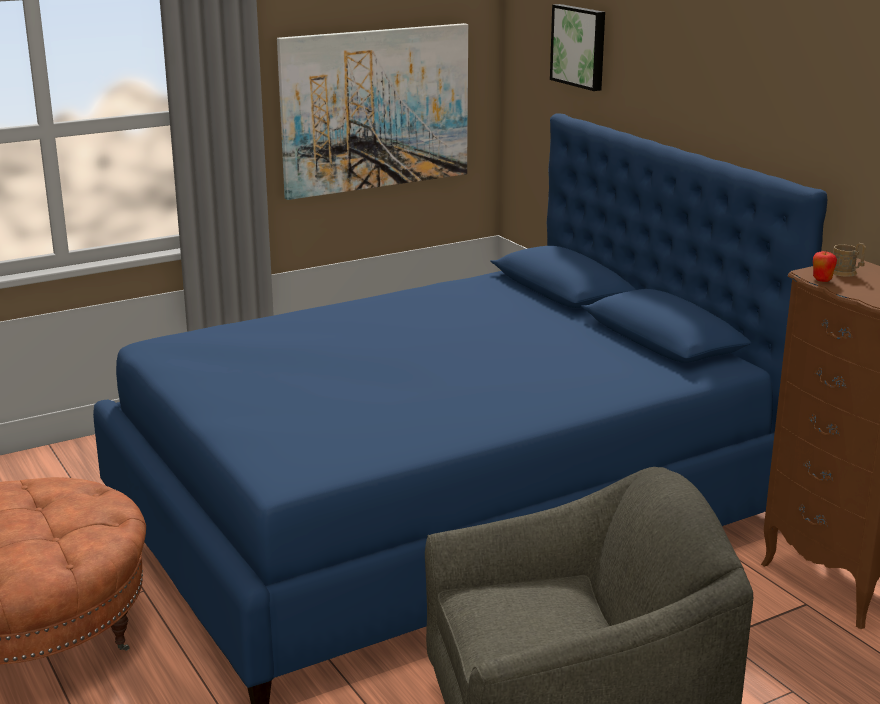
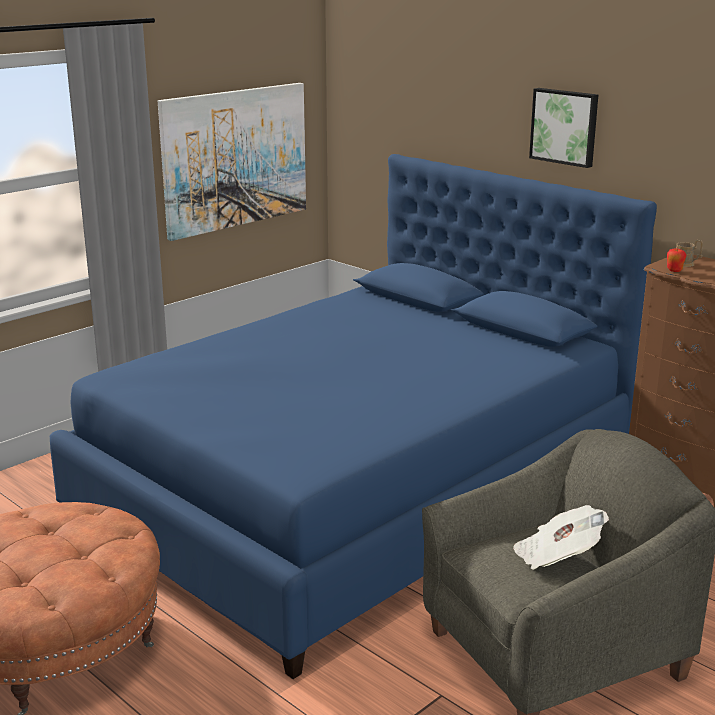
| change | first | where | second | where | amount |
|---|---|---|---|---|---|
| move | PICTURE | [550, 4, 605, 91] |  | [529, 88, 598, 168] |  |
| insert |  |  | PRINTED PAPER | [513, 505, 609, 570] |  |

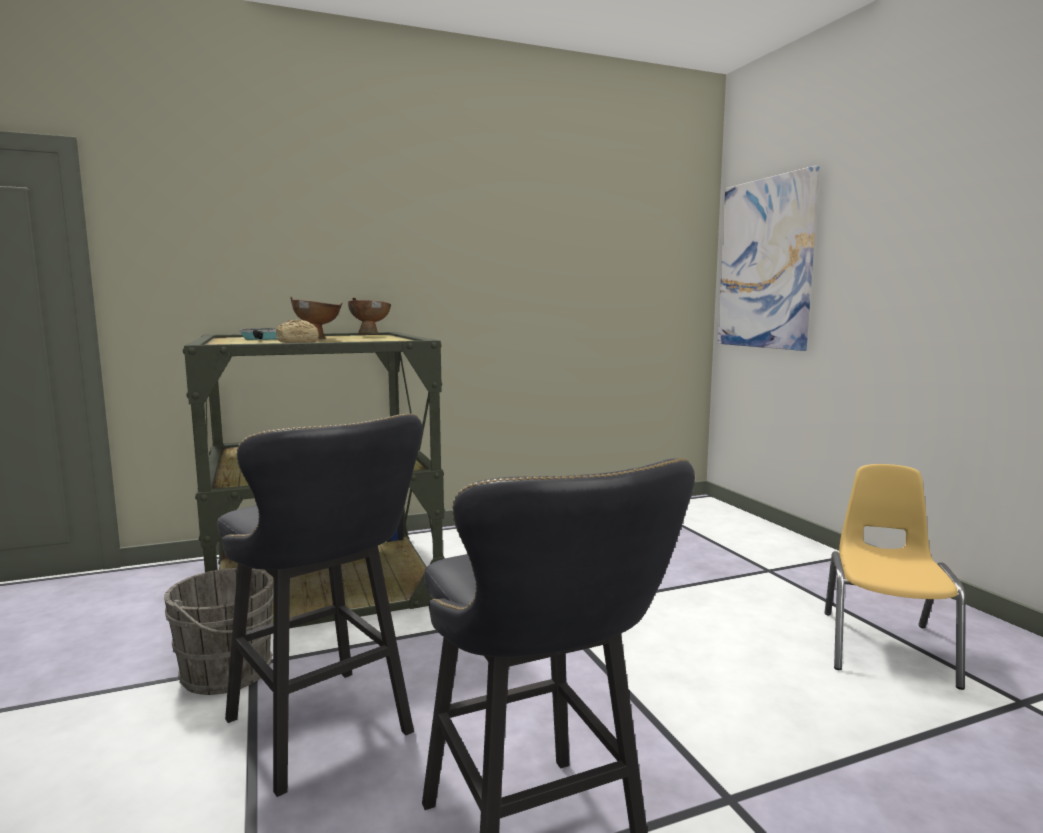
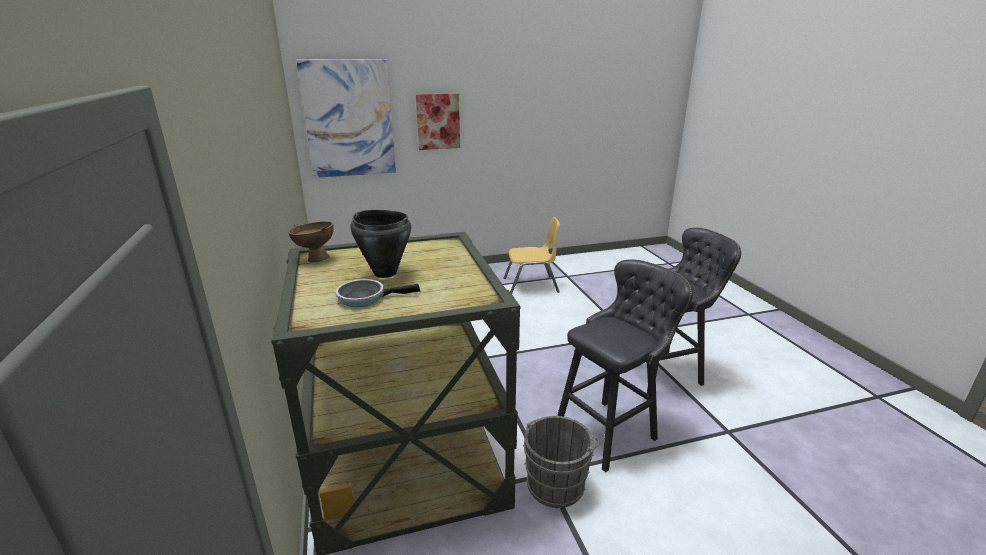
| change | first | where | second | where | amount |
|---|---|---|---|---|---|
| replace | BROWN SERVING BOWL | [290, 297, 343, 339] | BLACKISH STOCKPOT | [350, 210, 411, 278] |  |
| delete | BAKERY BREAD | [276, 319, 318, 343] |  |  |  |
| rotate | YELLOWISH PLAIN CHAIR | [824, 464, 965, 690] |  | [504, 217, 560, 294] | 150 degrees clockwise |
| insert |  |  | PICTURE | [416, 93, 460, 150] |  |

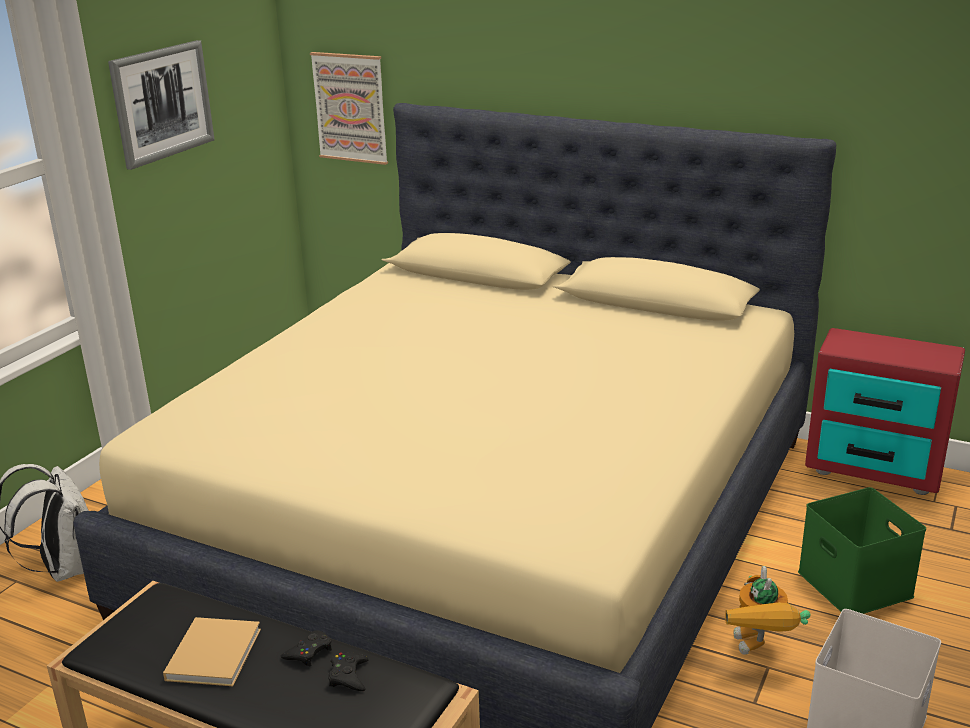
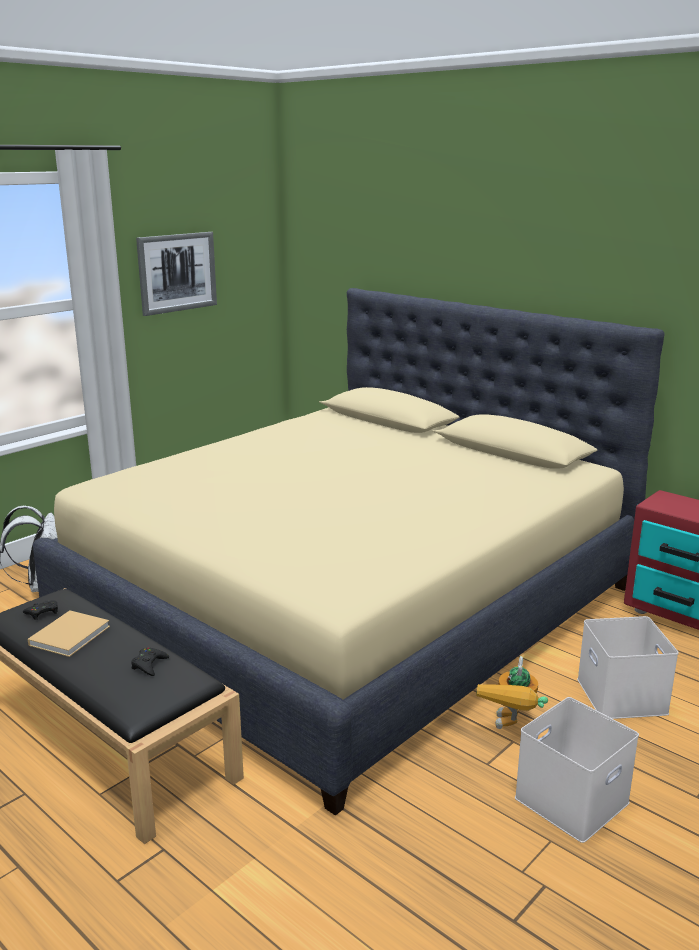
| change | first | where | second | where | amount |
|---|---|---|---|---|---|
| delete | PICTURE | [310, 52, 388, 165] |  |  |  |
| recolor | GREEN-COLOURED STORAGE BIN | [798, 487, 926, 614] | WHITE STORAGE BIN | [577, 616, 679, 719] |  |
| move | BLACKISH GAME CONTROLLER | [281, 630, 332, 666] |  | [23, 600, 58, 620] |  |

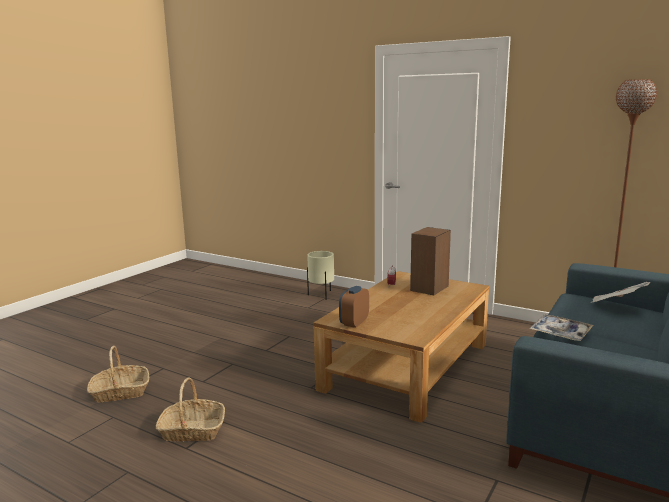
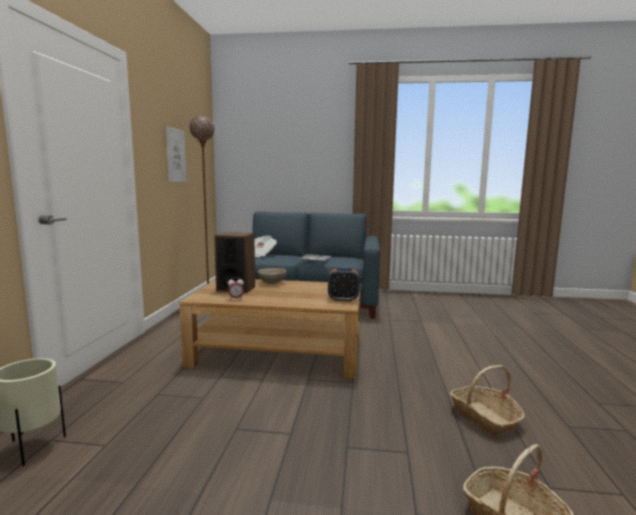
| change | first | where | second | where | amount |
|---|---|---|---|---|---|
| insert |  |  | PICTURE | [166, 126, 186, 182] |  |
| insert |  |  | BEIGE SERVING BOWL | [258, 268, 287, 284] |  |

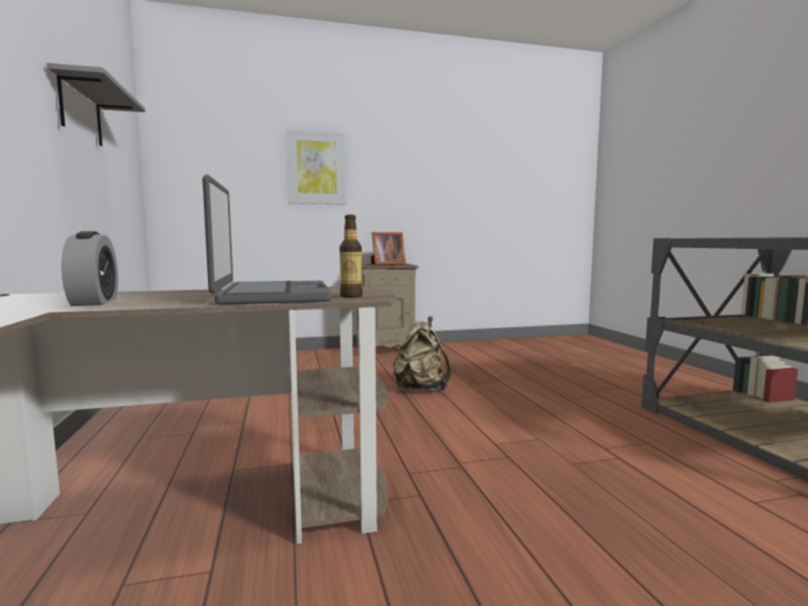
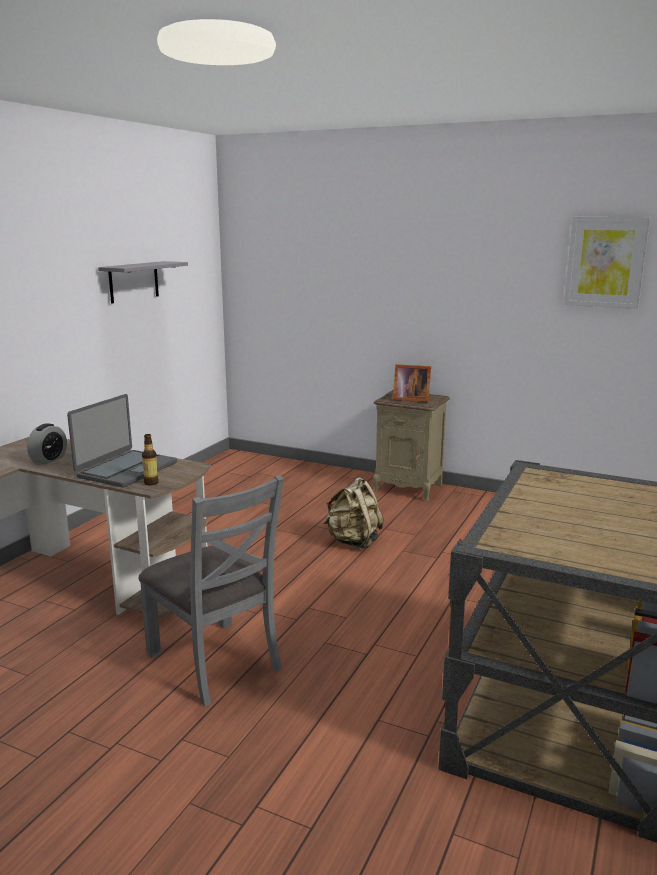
| change | first | where | second | where | amount |
|---|---|---|---|---|---|
| move | PICTURE | [286, 129, 347, 204] |  | [564, 217, 650, 309] |  |
| insert |  |  | GREYISH PLAIN CHAIR | [138, 475, 284, 706] |  |

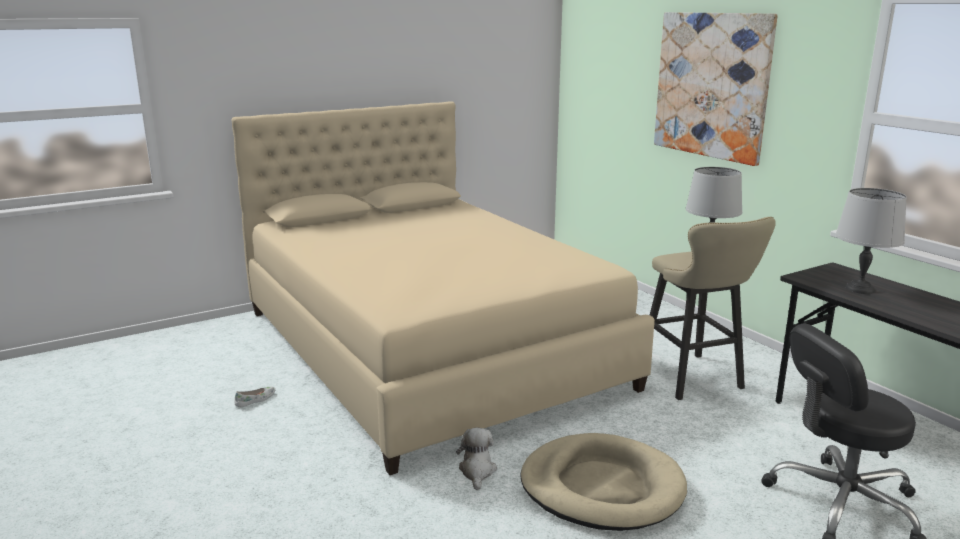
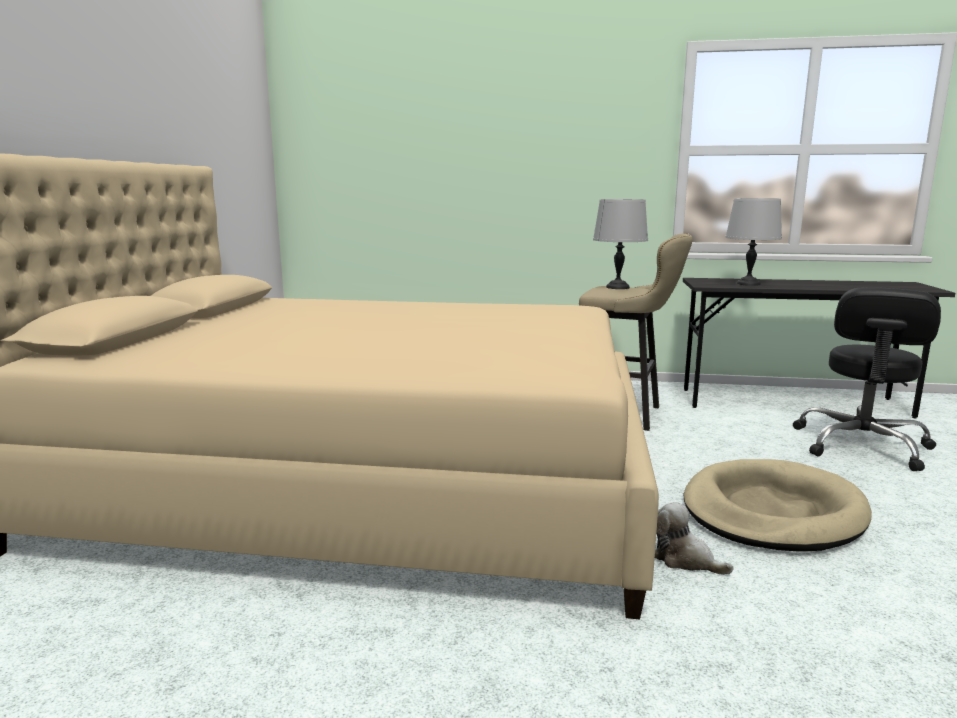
| change | first | where | second | where | amount |
|---|---|---|---|---|---|
| delete | PICTURE | [654, 12, 778, 166] |  |  |  |
| delete | WHITE SHOE | [234, 387, 275, 407] |  |  |  |

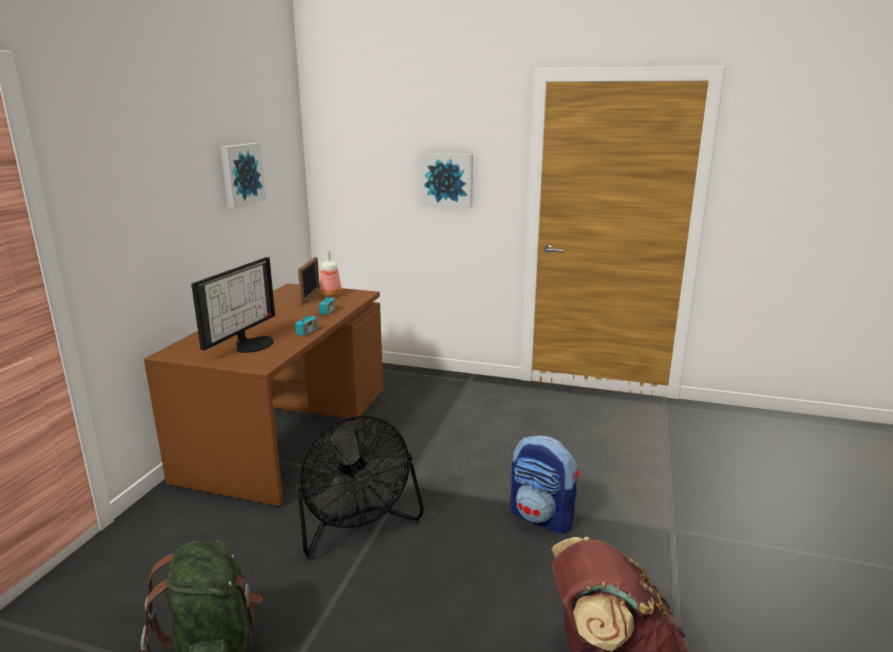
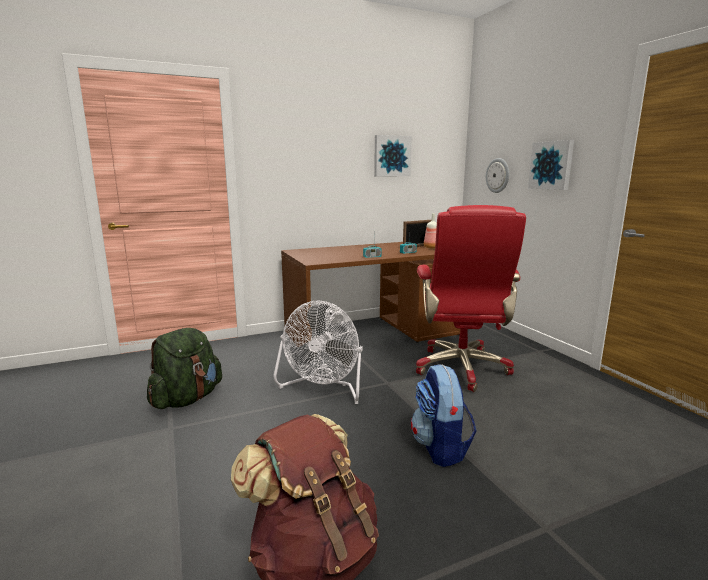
| change | first | where | second | where | amount |
|---|---|---|---|---|---|
| delete | COMPUTER DISPLAY | [191, 257, 275, 353] |  |  |  |
| recolor | BLACKISH FAN | [296, 416, 424, 560] | WHITE FAN | [274, 301, 363, 404] |  |
| insert |  |  | WALL CLOCK | [486, 158, 509, 193] |  |
| insert |  |  | RED COMPUTER CHAIR | [416, 205, 526, 392] |  |

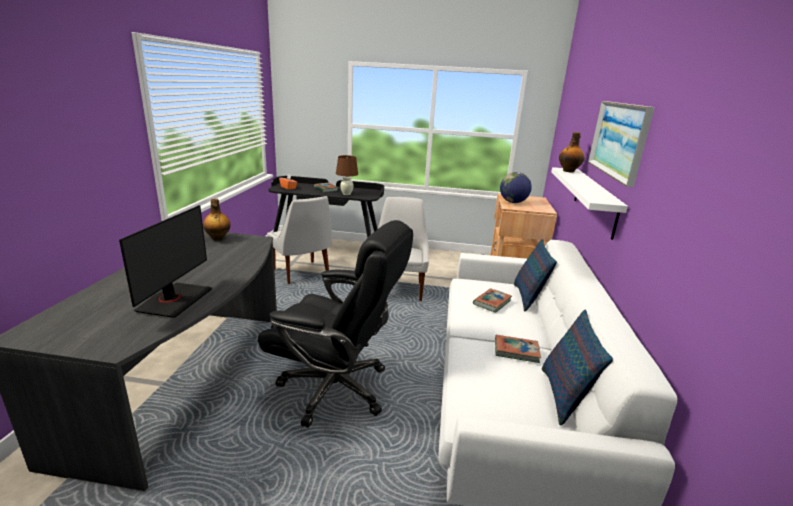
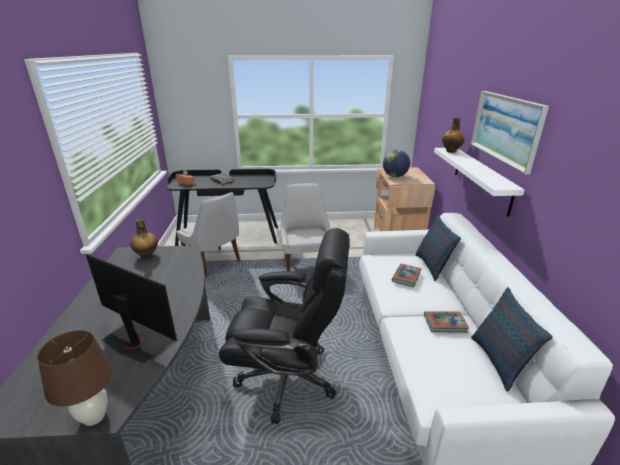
| change | first | where | second | where | amount |
|---|---|---|---|---|---|
| move | BROWN TABLETOP LAMP | [336, 155, 358, 195] |  | [37, 330, 113, 426] |  |
| rotate | COMPUTER DISPLAY | [119, 205, 213, 318] |  | [86, 254, 178, 364] | 60 degrees counterclockwise |

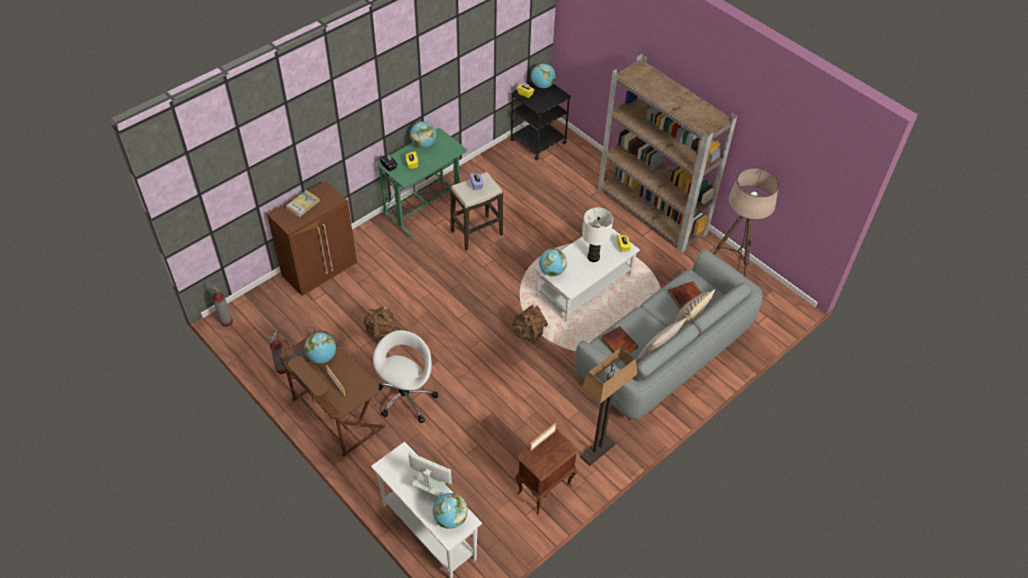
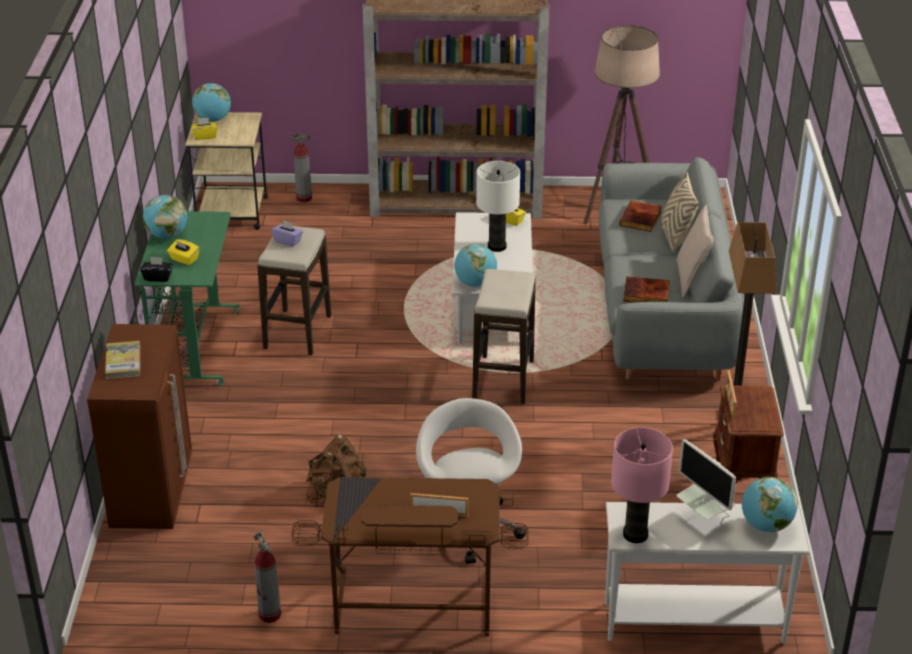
| change | first | where | second | where | amount |
|---|---|---|---|---|---|
| recolor | BLACKISH CART | [510, 81, 571, 160] | BEIGE CART | [185, 112, 268, 230] |  |
| move | EXTINGUISHER | [210, 284, 233, 327] |  | [291, 133, 312, 203] |  |
| replace | BROWN BACKPACK | [511, 305, 548, 344] | STOOL | [472, 269, 536, 404] |  |
| delete | GLOBE | [304, 332, 336, 364] |  |  |  |
| rotate | COMPUTER DISPLAY | [409, 452, 452, 500] |  | [676, 439, 736, 532] | 105 degrees counterclockwise |
| insert |  |  | PINKISH TABLETOP LAMP | [611, 428, 673, 543] |  |

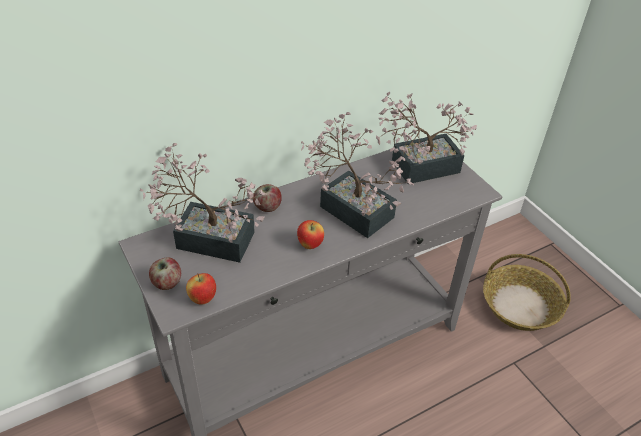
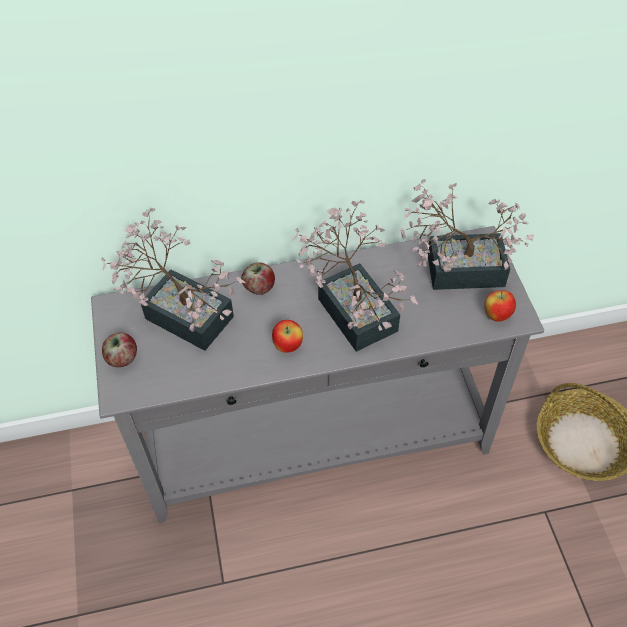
| change | first | where | second | where | amount |
|---|---|---|---|---|---|
| move | APPLE | [186, 273, 216, 305] |  | [484, 290, 516, 322] |  |

